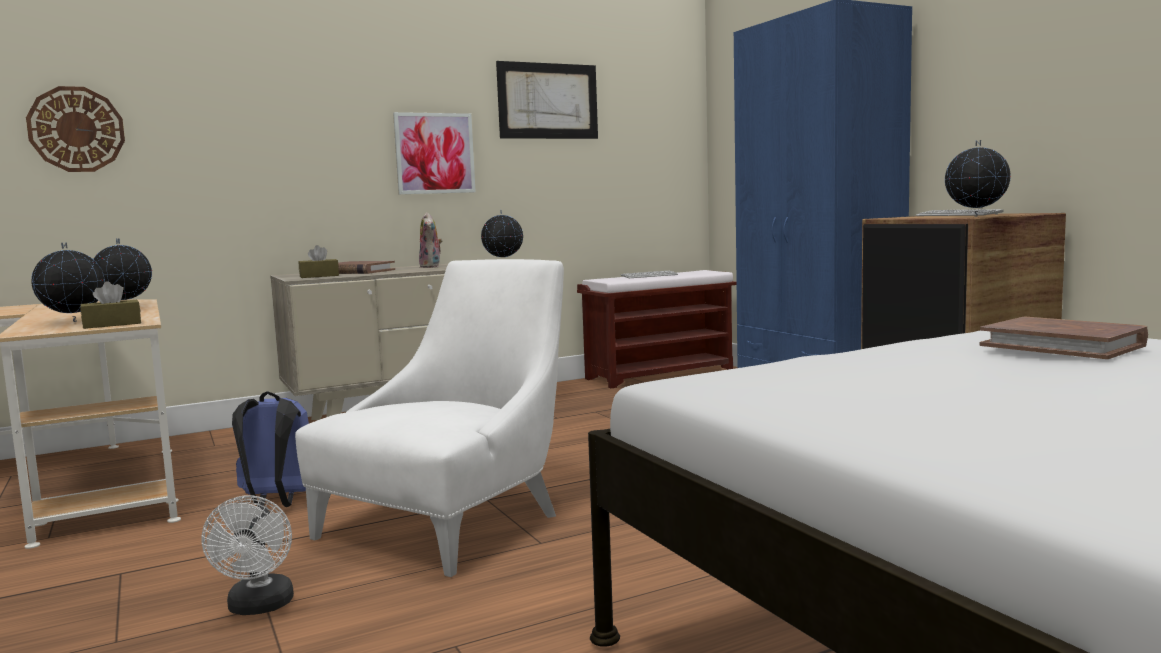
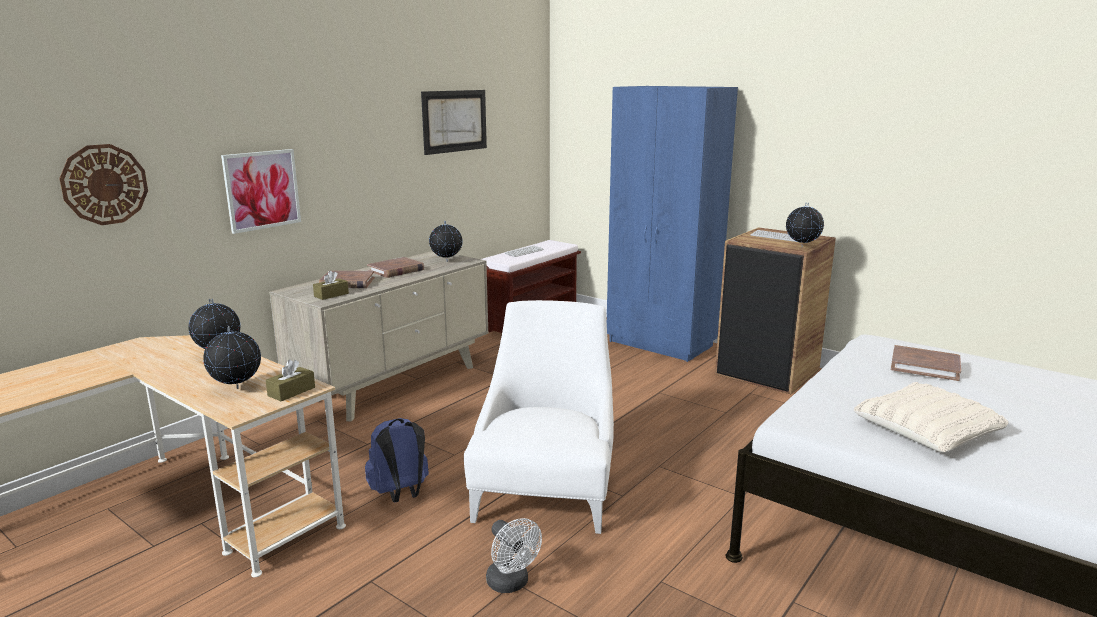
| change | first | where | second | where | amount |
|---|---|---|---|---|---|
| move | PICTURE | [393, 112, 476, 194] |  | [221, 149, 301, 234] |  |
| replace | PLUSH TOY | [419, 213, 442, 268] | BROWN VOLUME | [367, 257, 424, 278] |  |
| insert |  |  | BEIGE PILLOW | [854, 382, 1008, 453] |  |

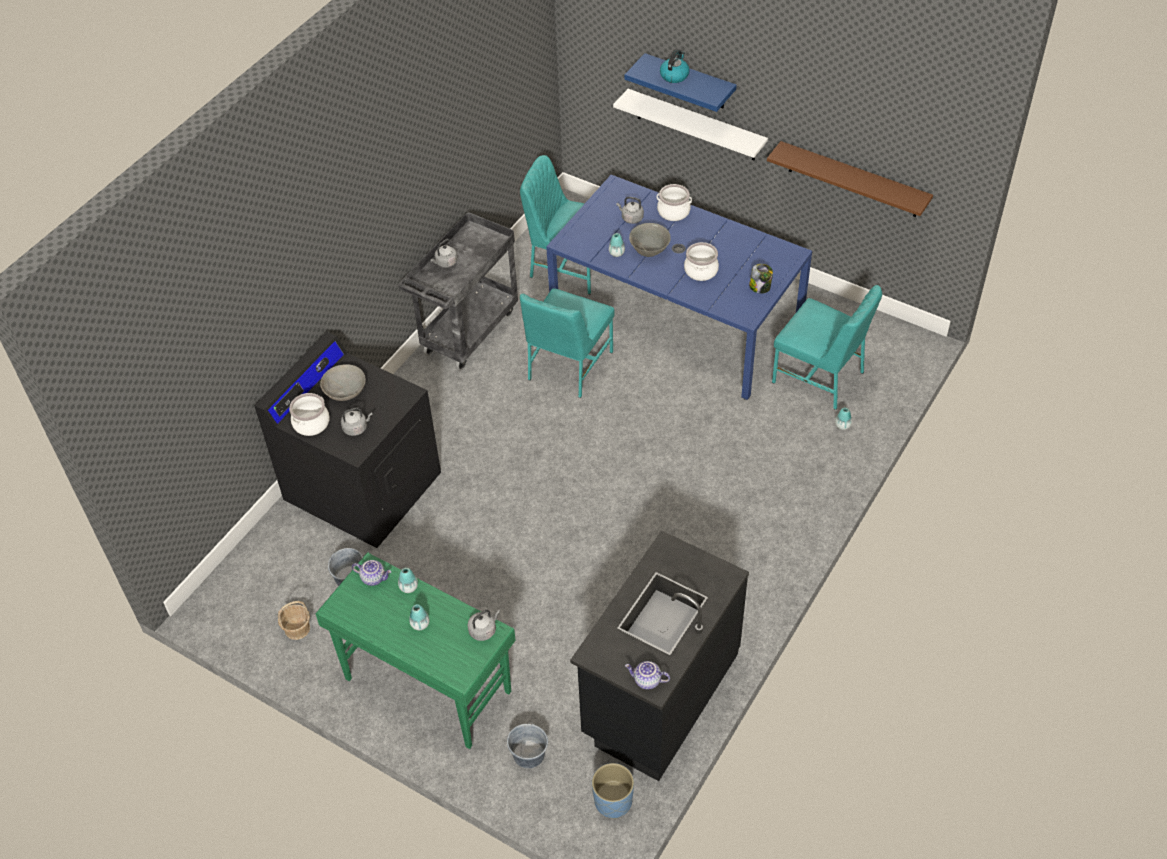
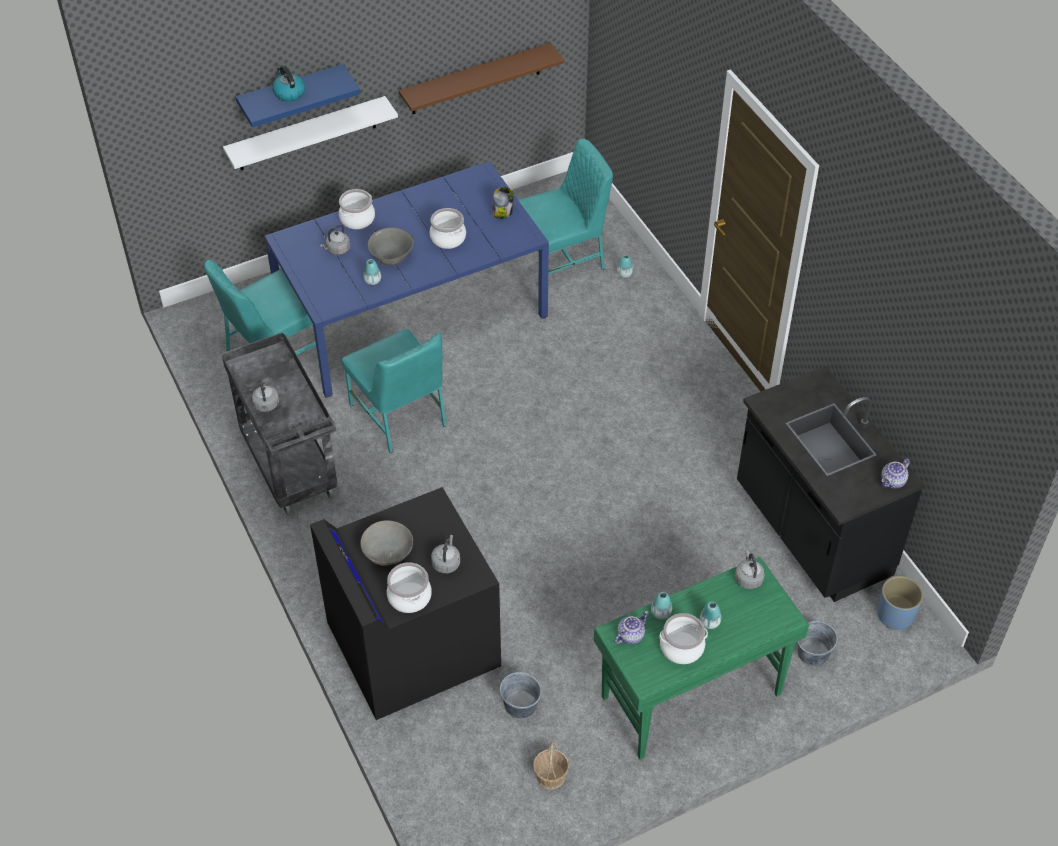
| change | first | where | second | where | amount |
|---|---|---|---|---|---|
| insert |  |  | STOCKPOT | [659, 613, 708, 664] |  |

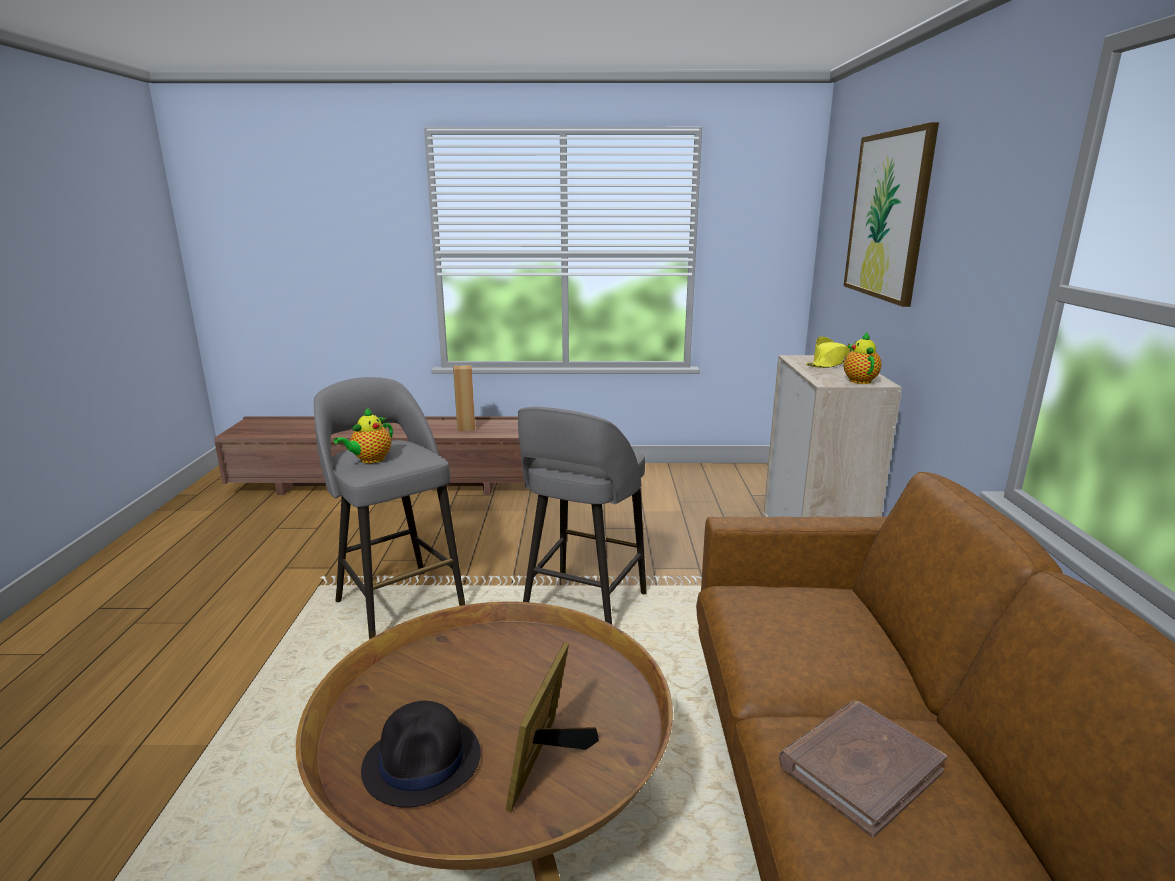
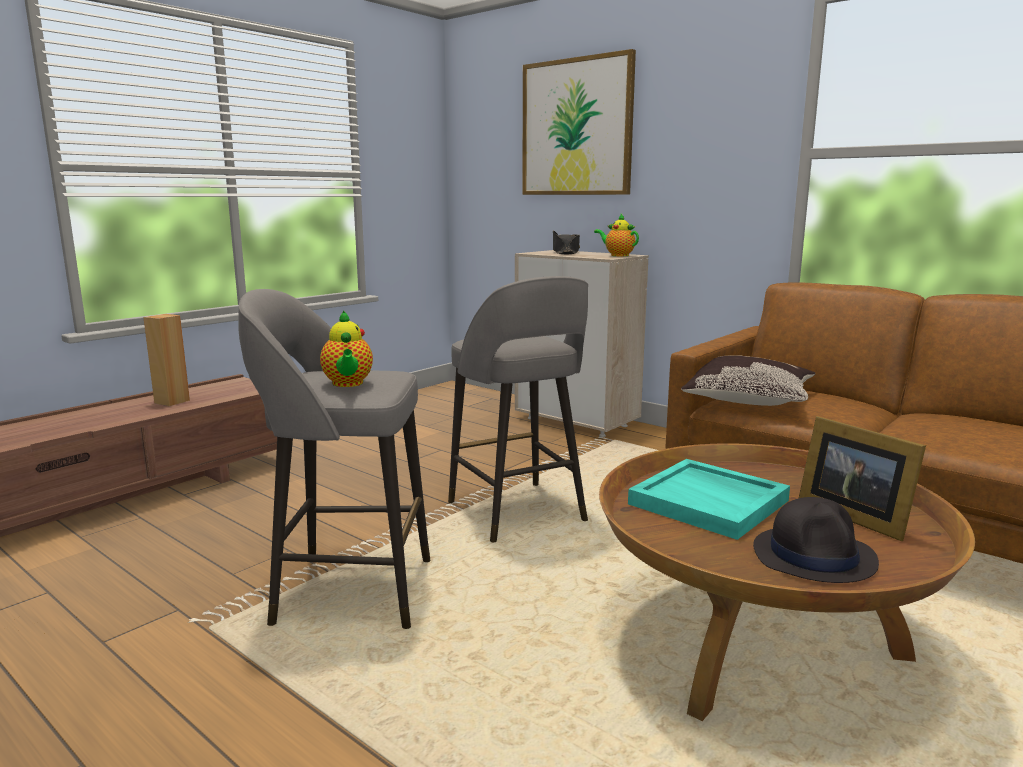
| change | first | where | second | where | amount |
|---|---|---|---|---|---|
| recolor | YELLOWISH WEARABLE HAT | [806, 336, 851, 368] | BLACKISH WEARABLE HAT | [553, 231, 580, 254] |  |
| delete | BROWN VOLUME | [779, 700, 947, 838] |  |  |  |
| insert |  |  | PILLOW | [681, 355, 816, 406] |  |
| insert |  |  | TURQUOISE SERVING TRAY | [628, 459, 790, 540] |  |

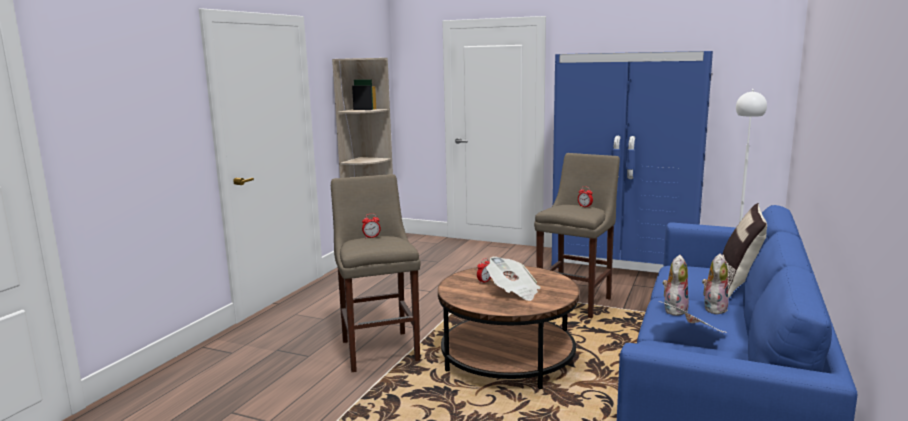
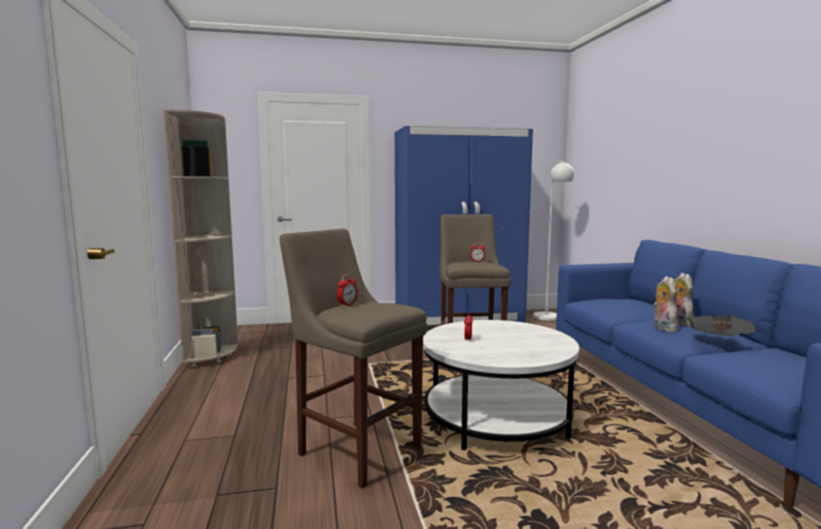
| change | first | where | second | where | amount |
|---|---|---|---|---|---|
| delete | PILLOW | [722, 203, 767, 297] |  |  |  |
| delete | PRINTED PAPER | [486, 256, 541, 301] |  |  |  |
| recolor | BROWN LOUNGE TABLE | [438, 266, 580, 389] | WHITE LOUNGE TABLE | [423, 320, 579, 450] |  |

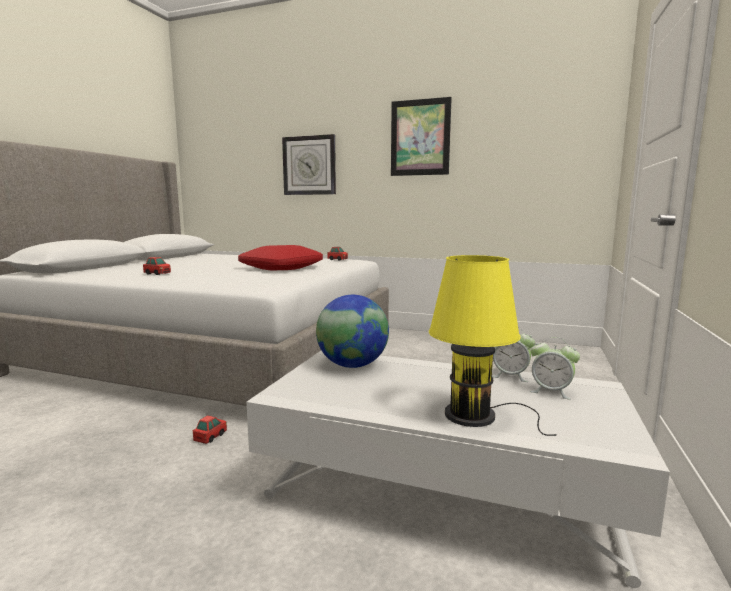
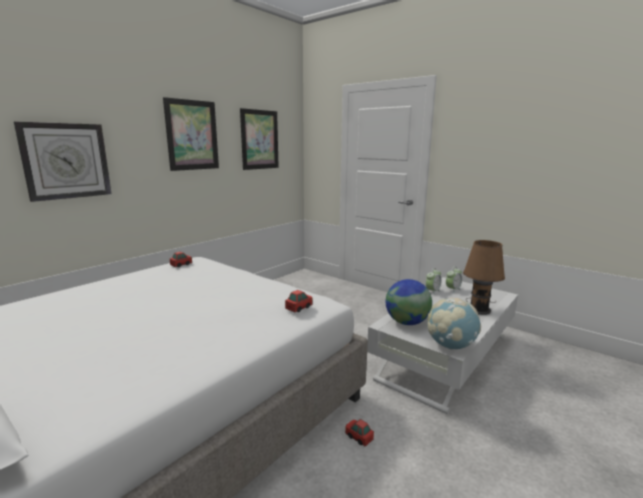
| change | first | where | second | where | amount |
|---|---|---|---|---|---|
| delete | RED PILLOW | [238, 245, 323, 270] |  |  |  |
| recolor | YELLOWISH TABLETOP LAMP | [429, 255, 557, 436] | BROWN TABLETOP LAMP | [463, 240, 505, 315] |  |
| move | MINIATURE CAR | [143, 257, 171, 275] |  | [285, 290, 313, 312] |  |
| insert |  |  | PICTURE | [240, 108, 279, 170] |  |
| insert |  |  | GLOBE | [427, 298, 481, 349] |  |

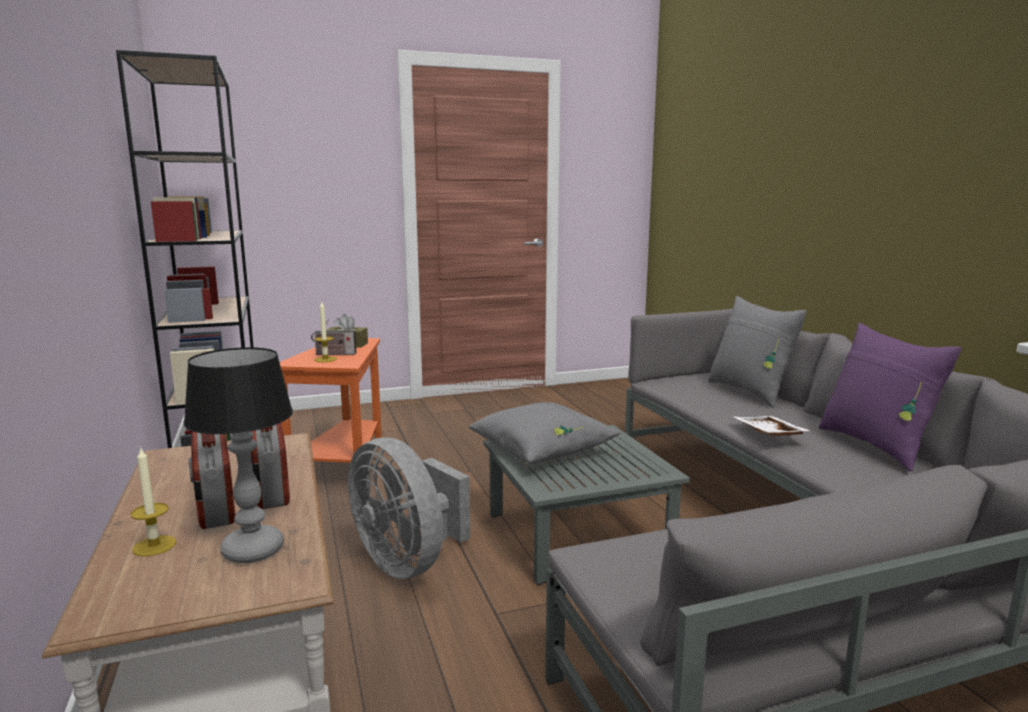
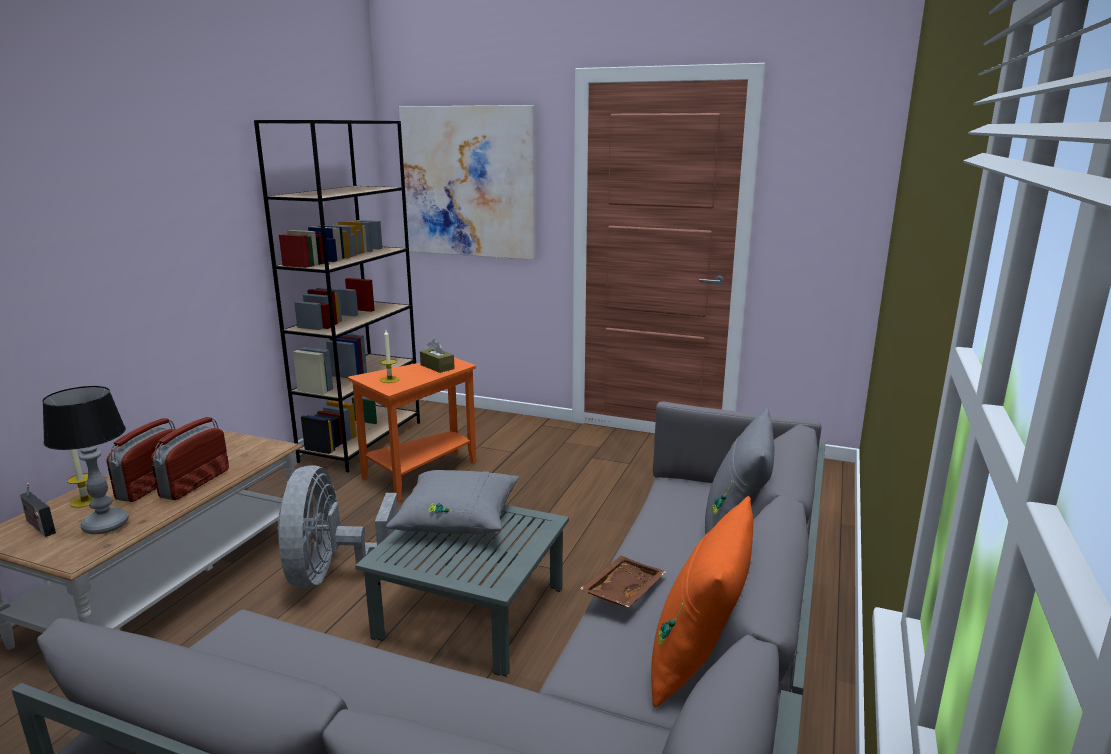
| change | first | where | second | where | amount |
|---|---|---|---|---|---|
| move | RADIO SET | [311, 319, 356, 355] |  | [20, 483, 56, 537] |  |
| recolor | PURPLISH PILLOW | [819, 323, 961, 471] | ORANGE PILLOW | [651, 496, 753, 707] |  |
| recolor | WHITE SERVING TRAY | [735, 416, 810, 436] | BROWN SERVING TRAY | [579, 556, 666, 607] |  |
| insert |  |  | PICTURE | [399, 105, 536, 260] |  |

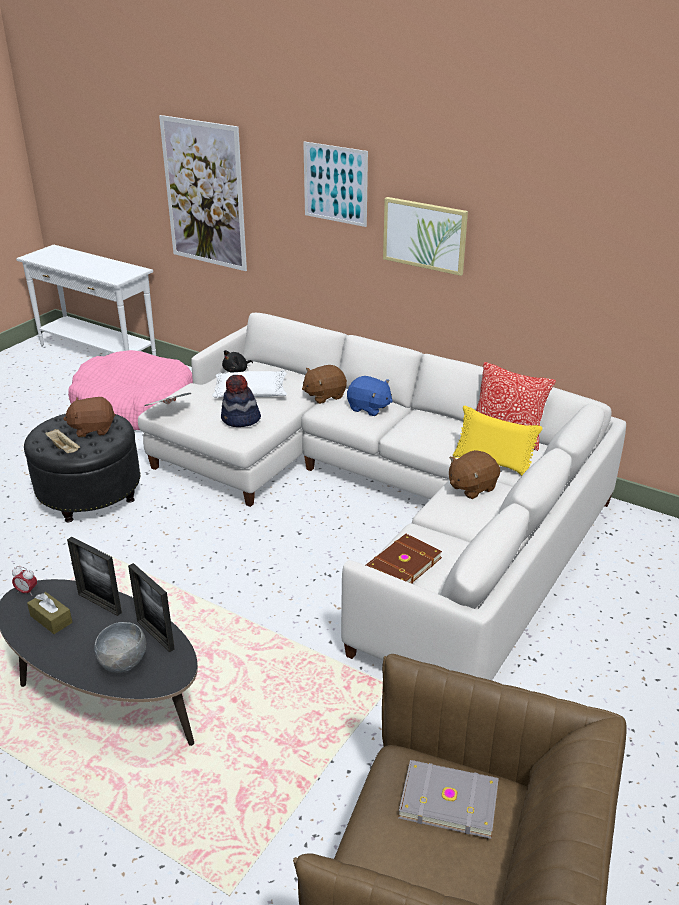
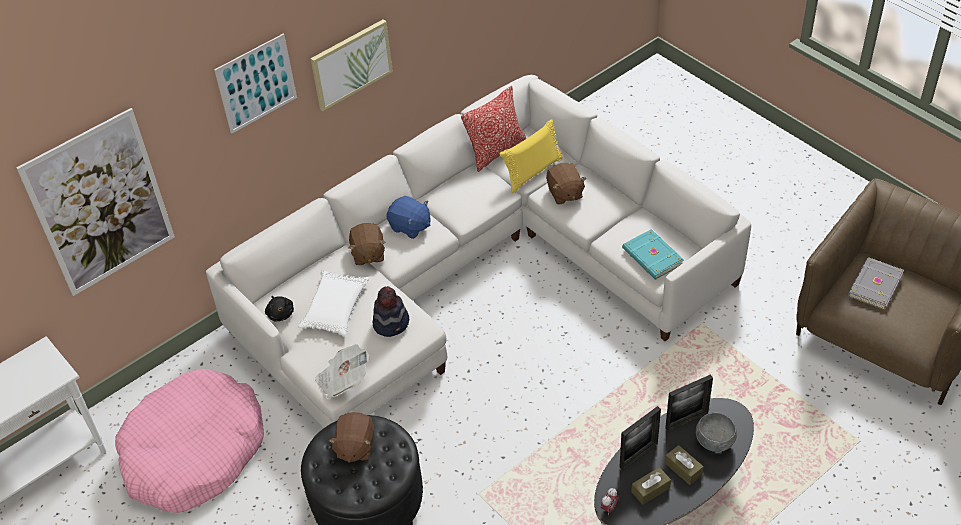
| change | first | where | second | where | amount |
|---|---|---|---|---|---|
| rotate | BLUE PLUSH TOY | [347, 376, 393, 416] |  | [386, 196, 431, 239] | 75 degrees clockwise |
| delete | BEIGE SERVING TRAY | [45, 429, 80, 453] |  |  |  |
| recolor | BROWN VOLUME | [366, 534, 442, 584] | TURQUOISE VOLUME | [622, 229, 684, 280] |  |
| insert |  |  | BROWN BOX OF TISSUES | [665, 445, 704, 485] |  |

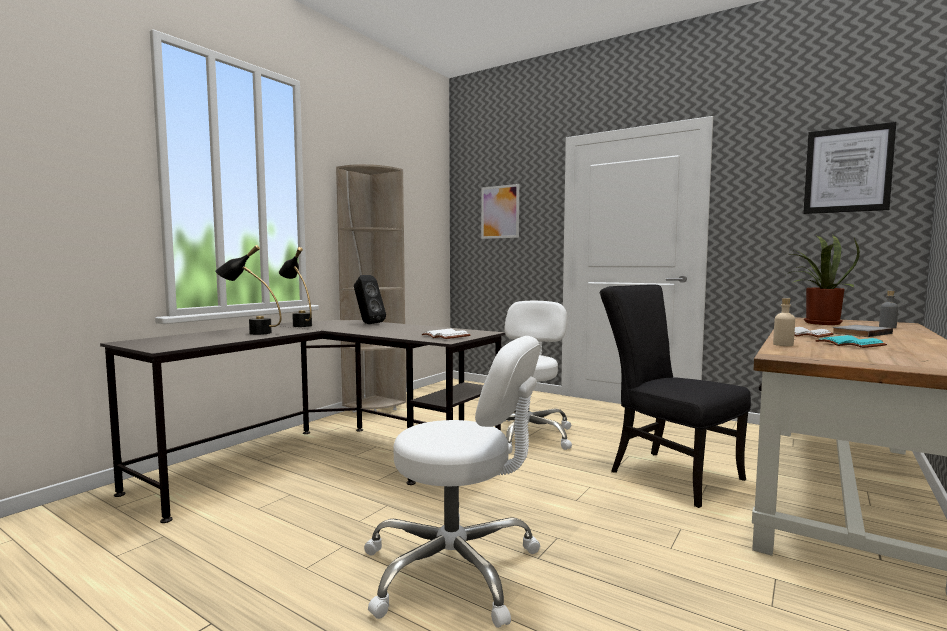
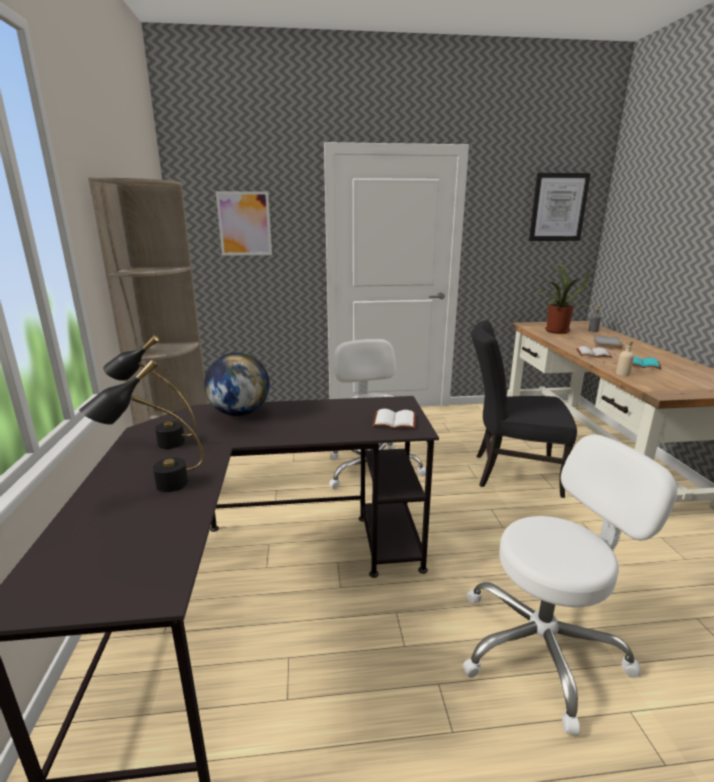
| change | first | where | second | where | amount |
|---|---|---|---|---|---|
| replace | BLACKISH SPEAKER | [354, 275, 386, 324] | GLOBE | [204, 352, 270, 416] |  |

